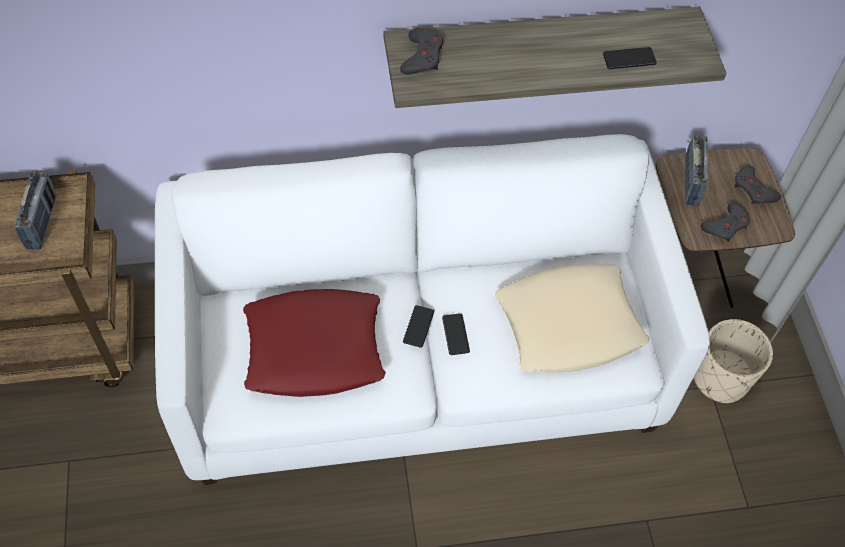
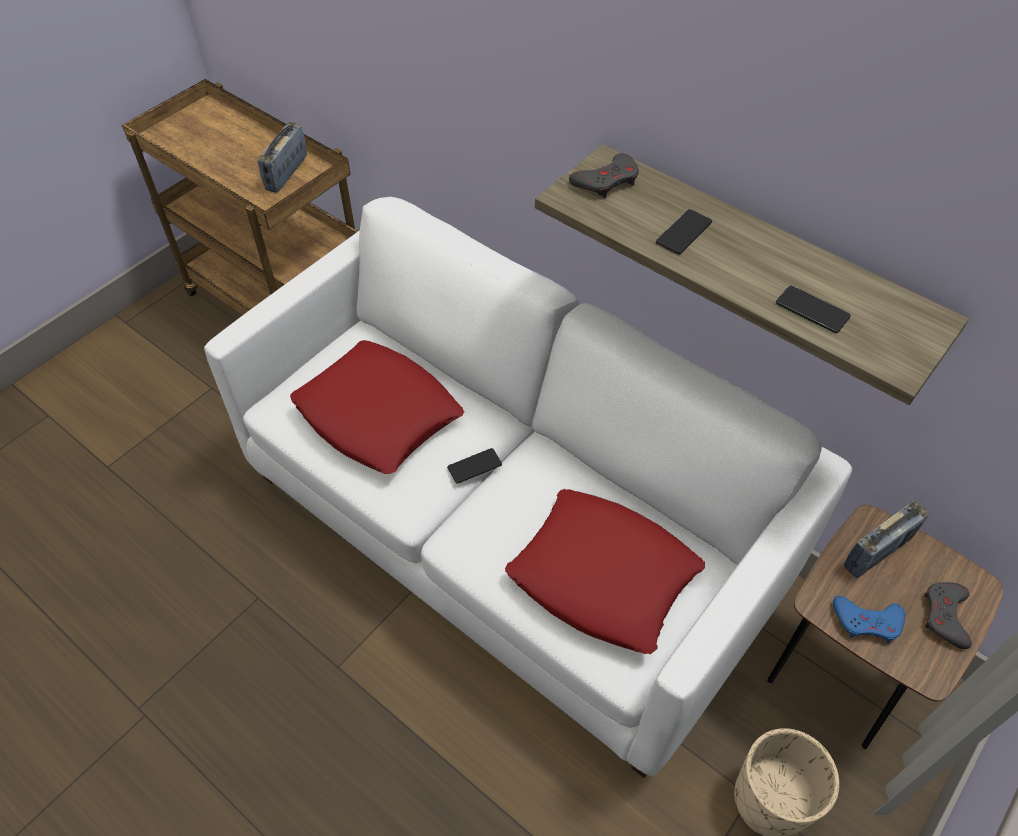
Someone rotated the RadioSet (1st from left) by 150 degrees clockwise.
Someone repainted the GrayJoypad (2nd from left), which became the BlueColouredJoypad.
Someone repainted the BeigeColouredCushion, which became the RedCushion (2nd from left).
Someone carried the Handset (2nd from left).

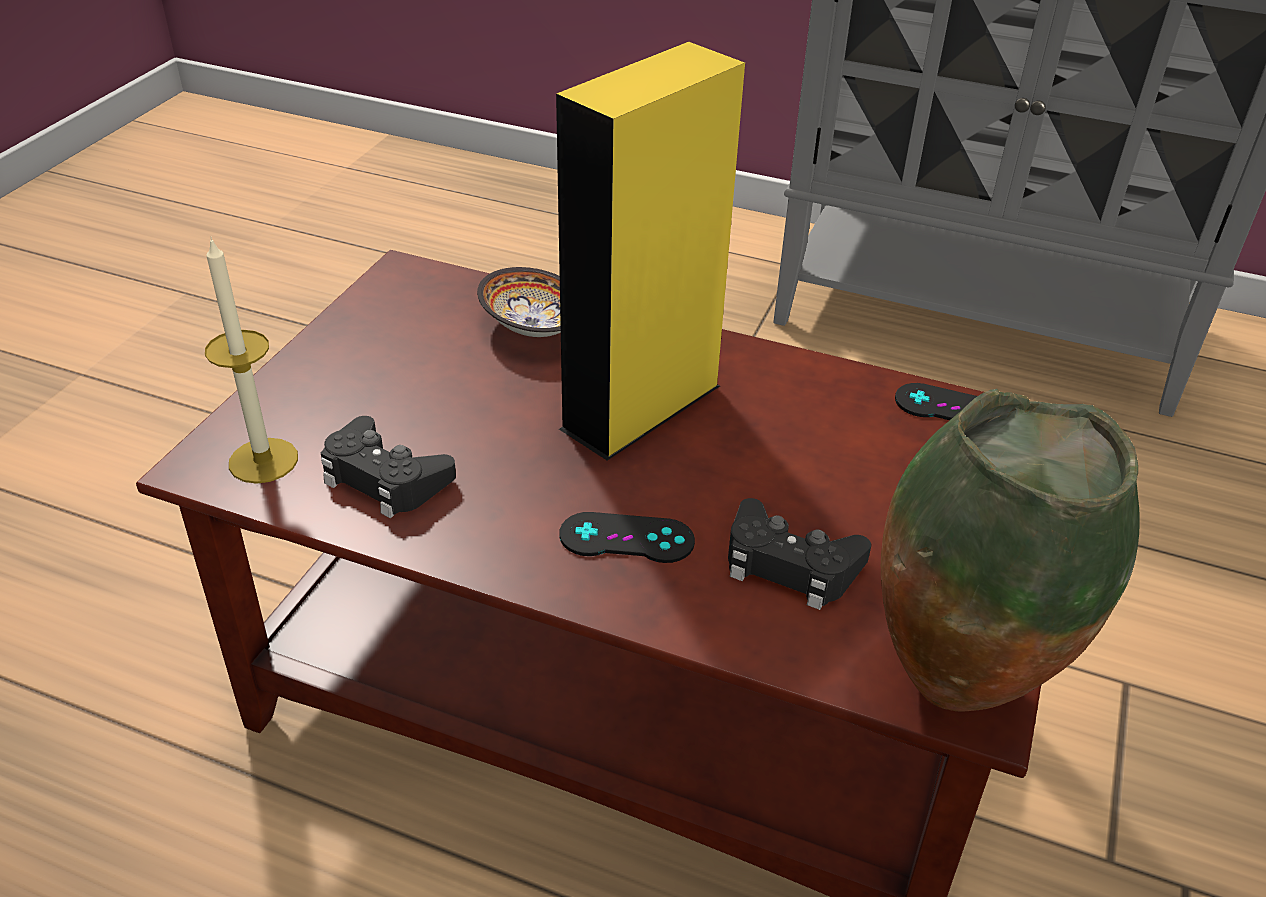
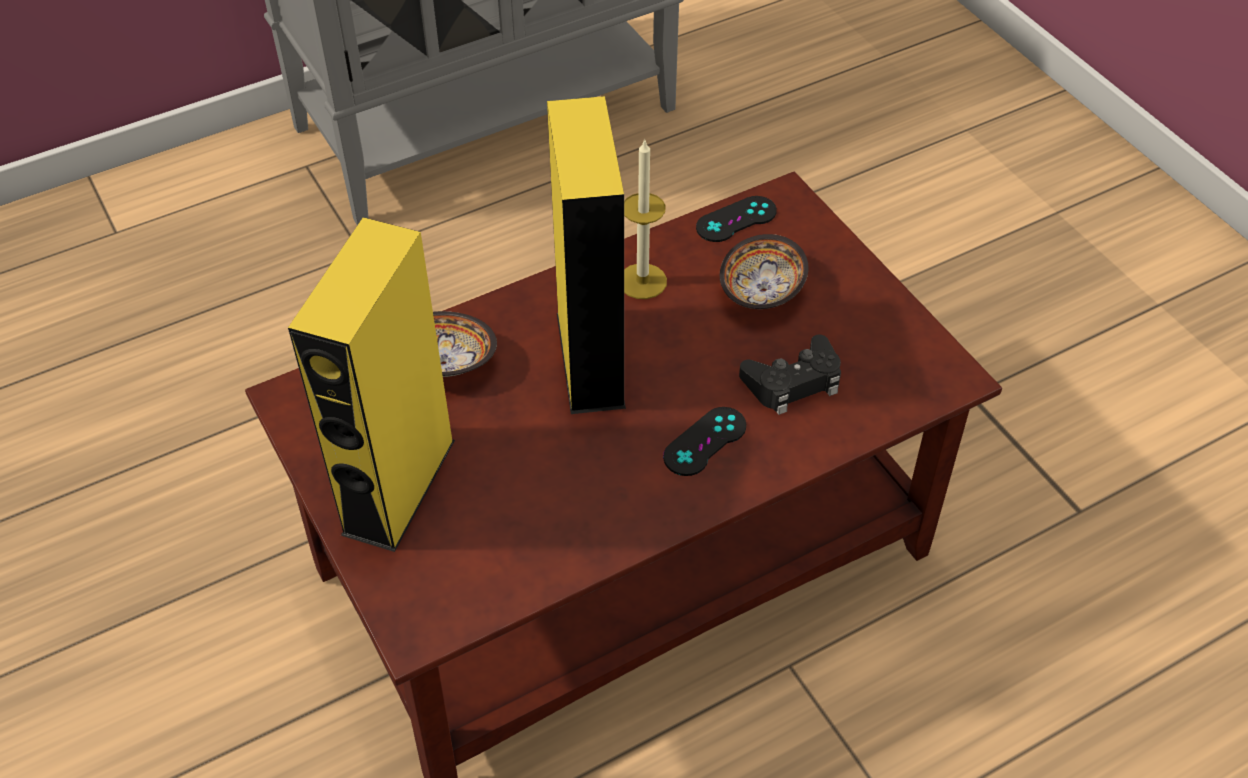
Someone carried the WaxLight.
Someone took away the DecorativeVase.
Someone took away the BlackColouredJoypad (1st from left).
Someone put down the YellowLoudspeaker (1st from left).
Someone put down the DeepDish (2nd from left).

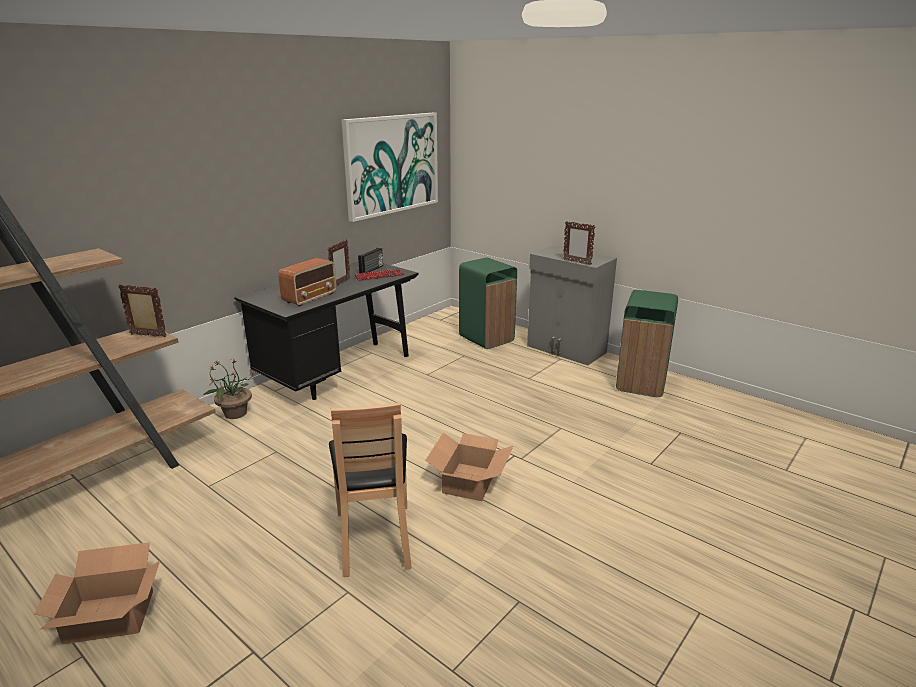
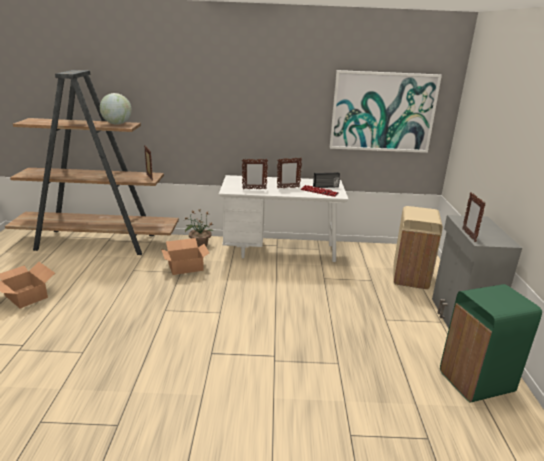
Someone swapped the RadioSet (1st from left) for the PhotoFrame (2nd from left).
Someone repainted the GreenishTrashCan (1st from left), which became the BeigeColouredTrashCan.
Someone repainted the BlackColouredDesk, which became the WhitishDesk.
Someone took away the BrownChair.
Someone carried the CardboardBox (2nd from left).
Someone put down the WorldGlobe.

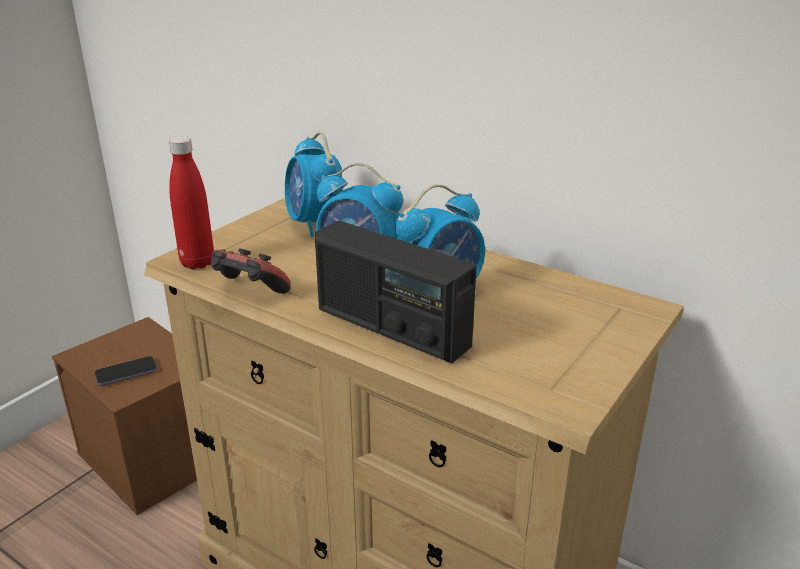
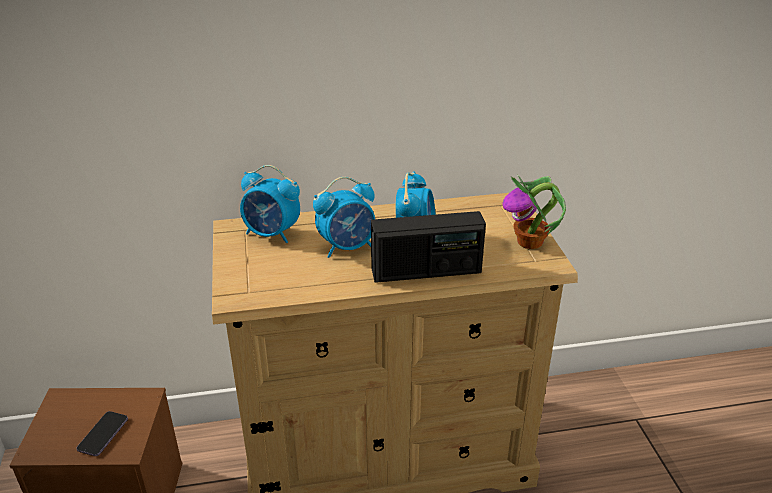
Someone took away the RedBottle.
Someone took away the Joypad.
Someone put down the PlantInAPot.

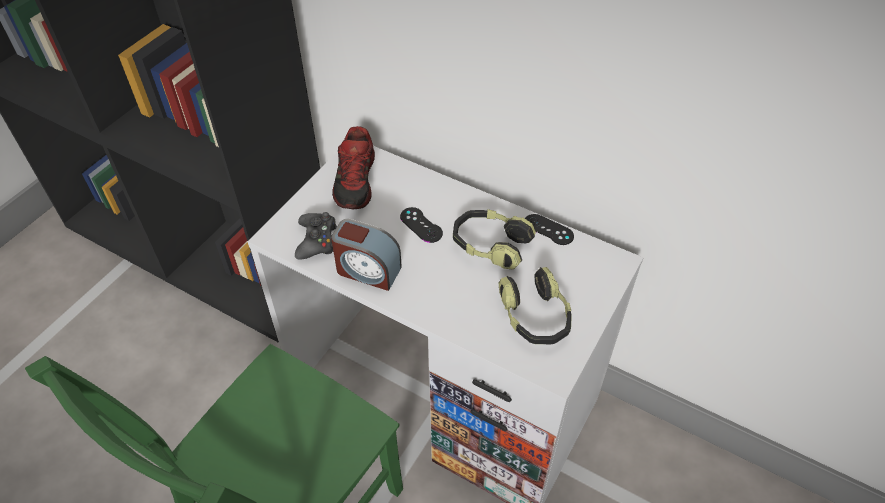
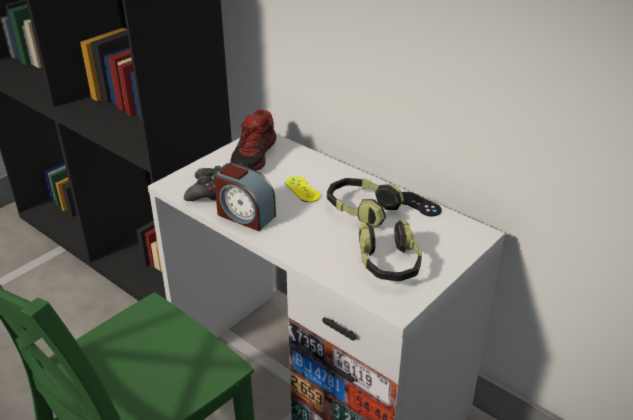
Someone repainted the BlackColouredJoypad (2nd from left), which became the YellowJoypad.

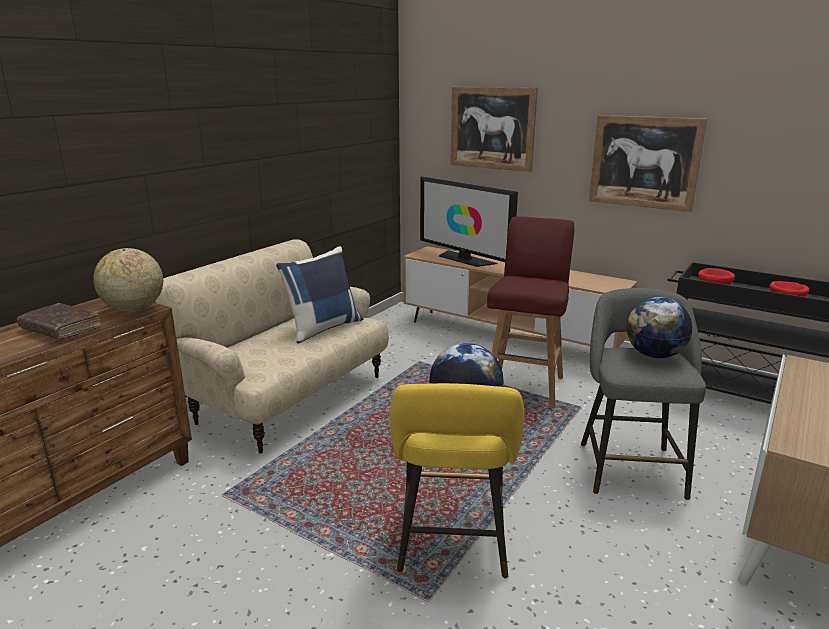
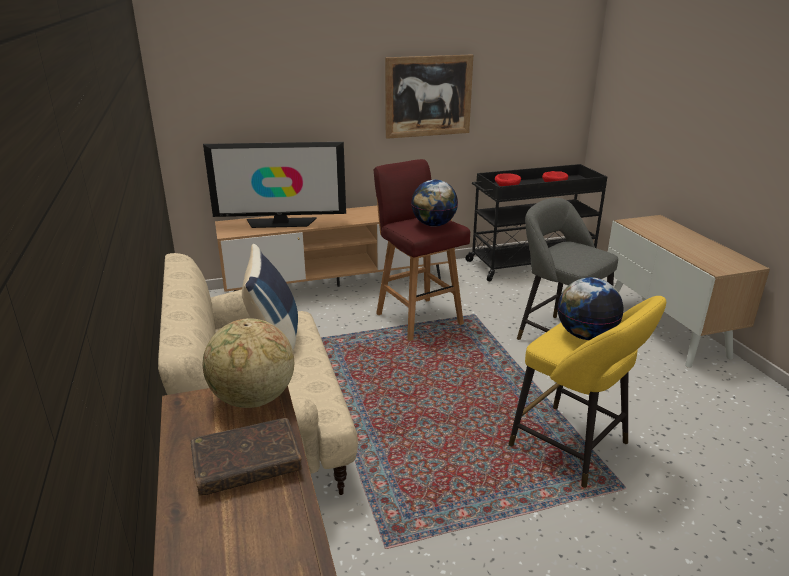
Someone took away the WallPicture (1st from left).
Someone carried the WorldGlobe (3rd from left in the first image).

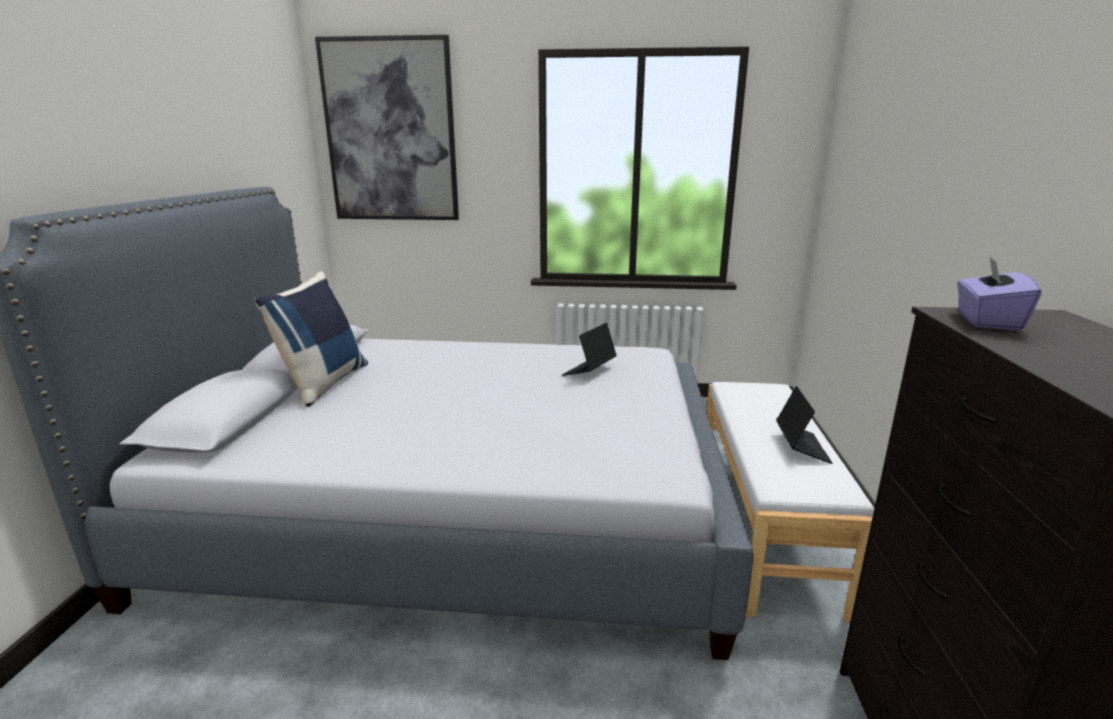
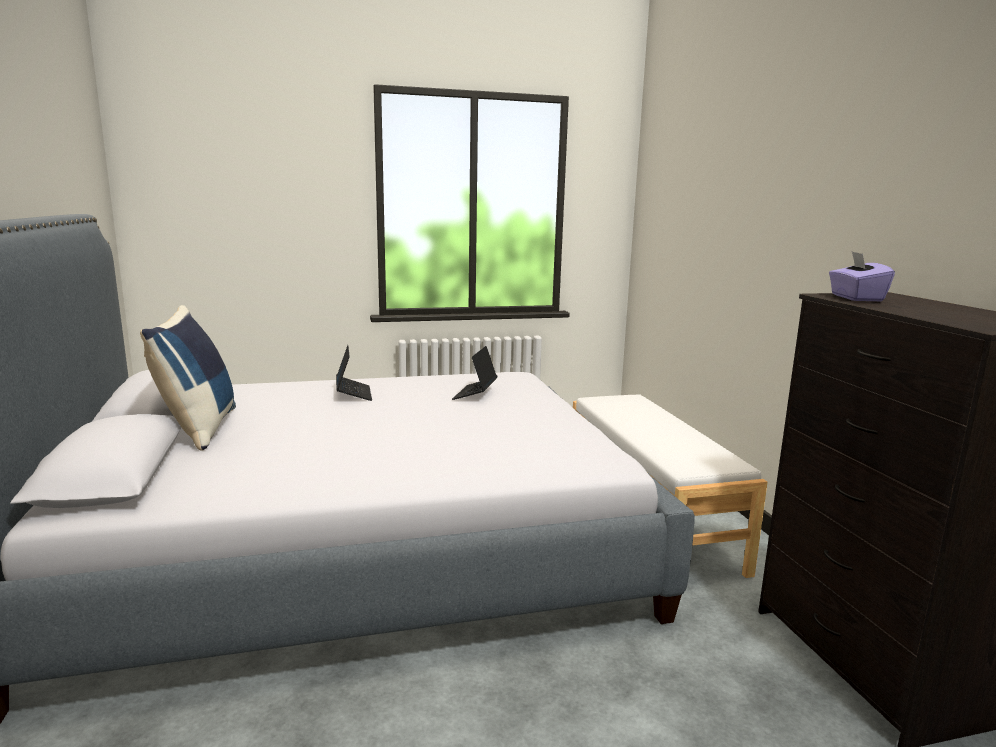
Someone took away the WallPicture.
Someone carried the PortableComputer (2nd from left in the first image).

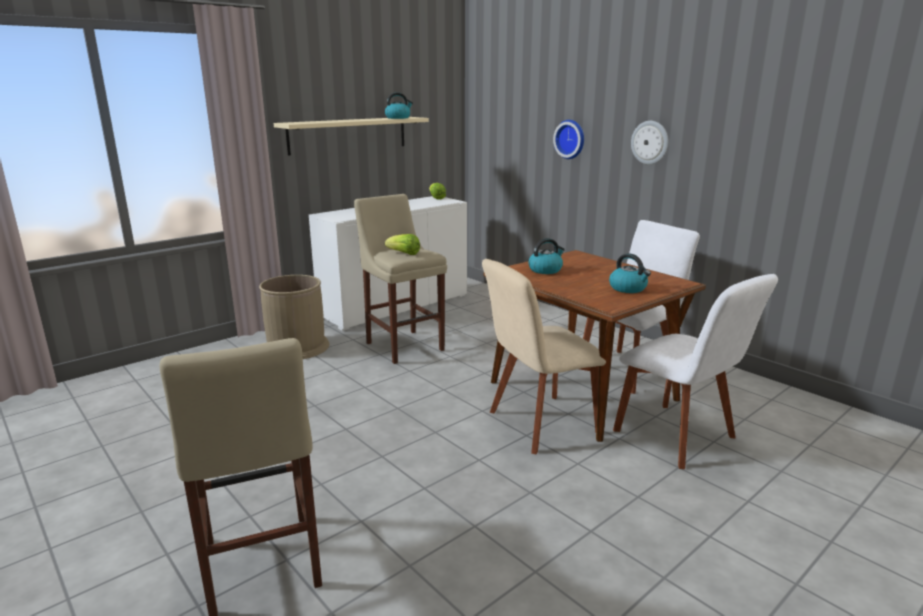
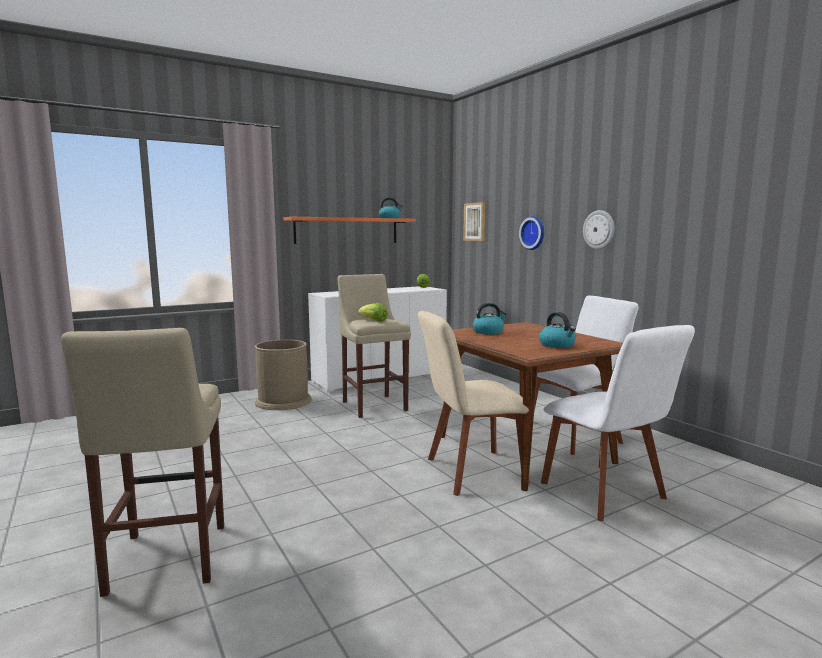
Someone repainted the BeigeColouredBracketShelf, which became the OrangeyBracketShelf.
Someone put up the WallPicture.

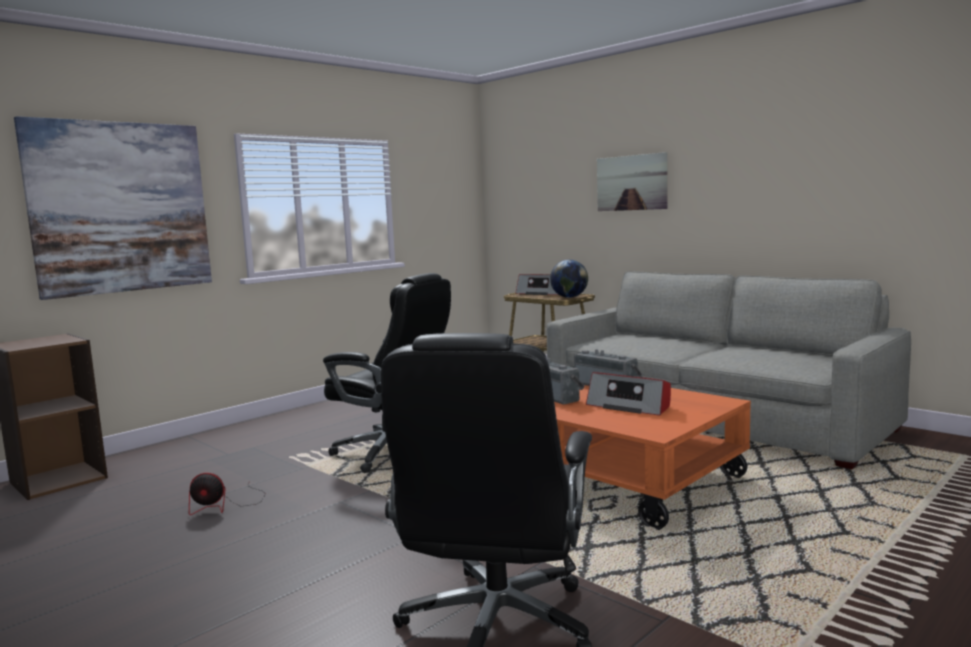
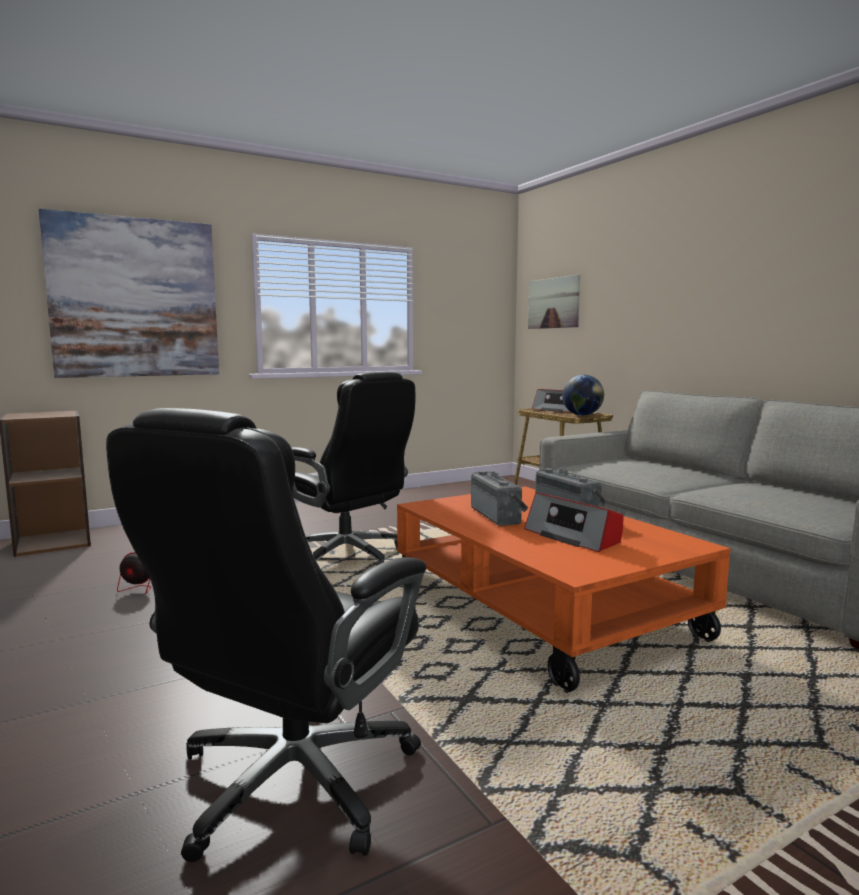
Someone carried the WallPicture (2nd from left).

